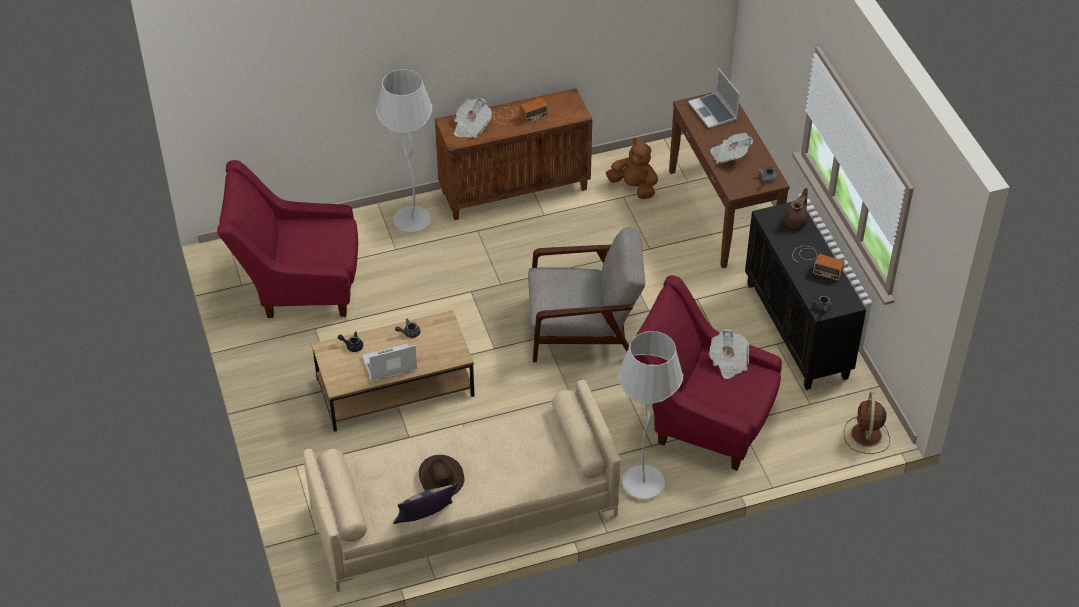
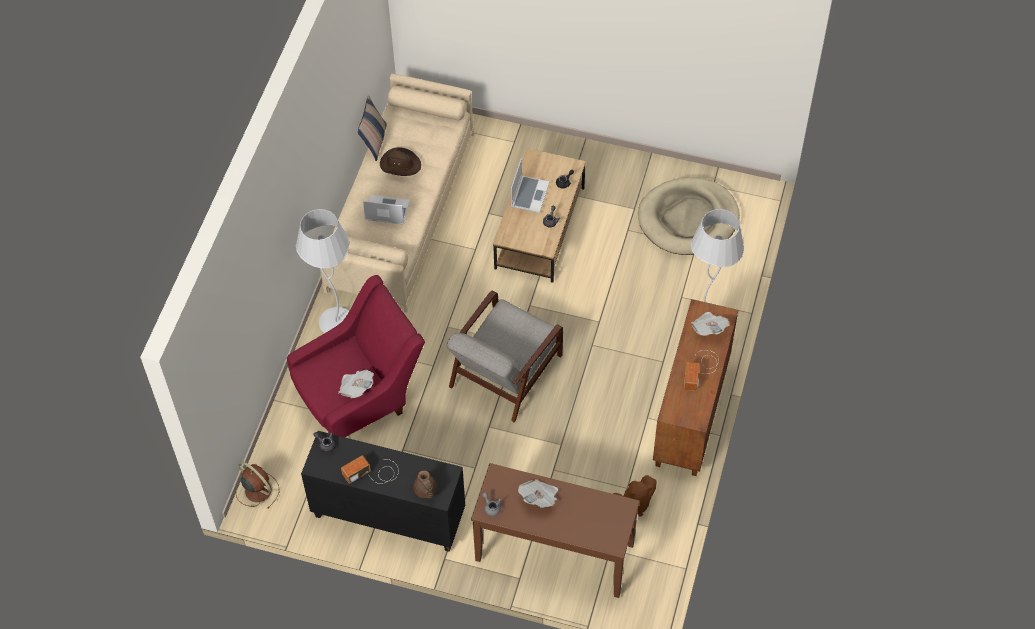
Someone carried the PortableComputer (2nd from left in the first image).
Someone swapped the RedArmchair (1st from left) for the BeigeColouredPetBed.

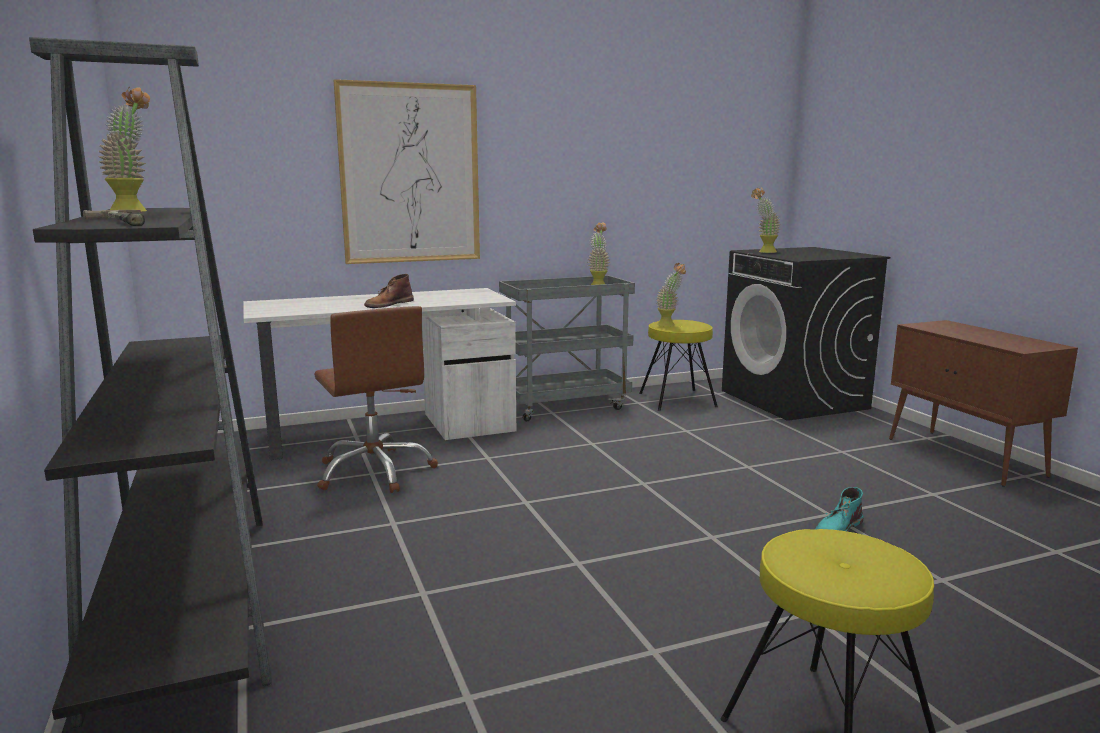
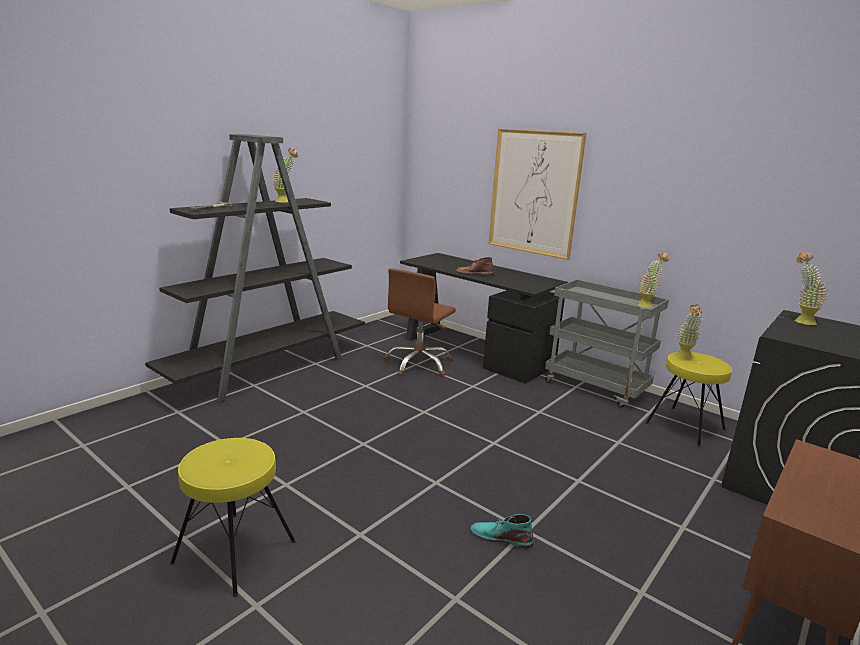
Someone repainted the WhitishDesk, which became the BlackColouredDesk.

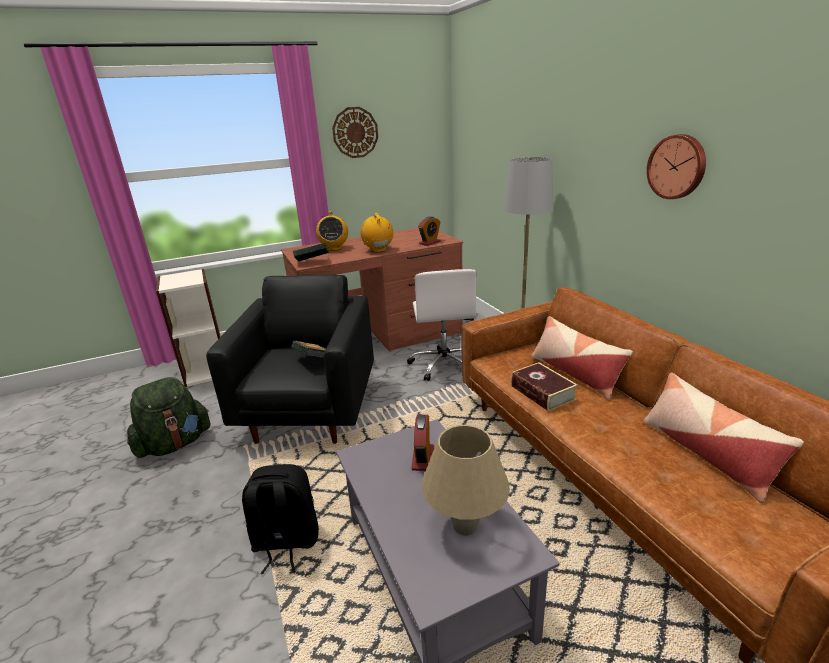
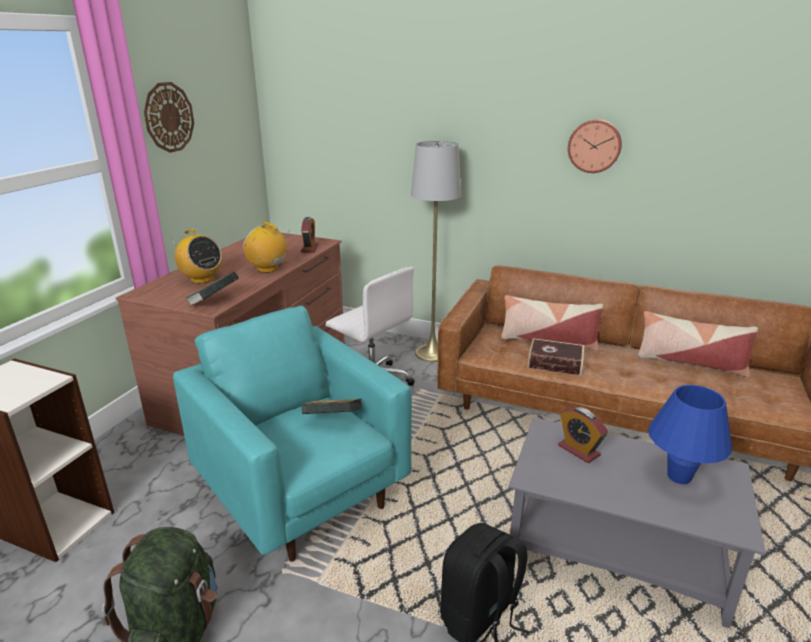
Someone repainted the BlackColouredArmchair, which became the TurquoiseArmchair.
Someone repainted the BeigeColouredLampForATable, which became the BlueColouredLampForATable.

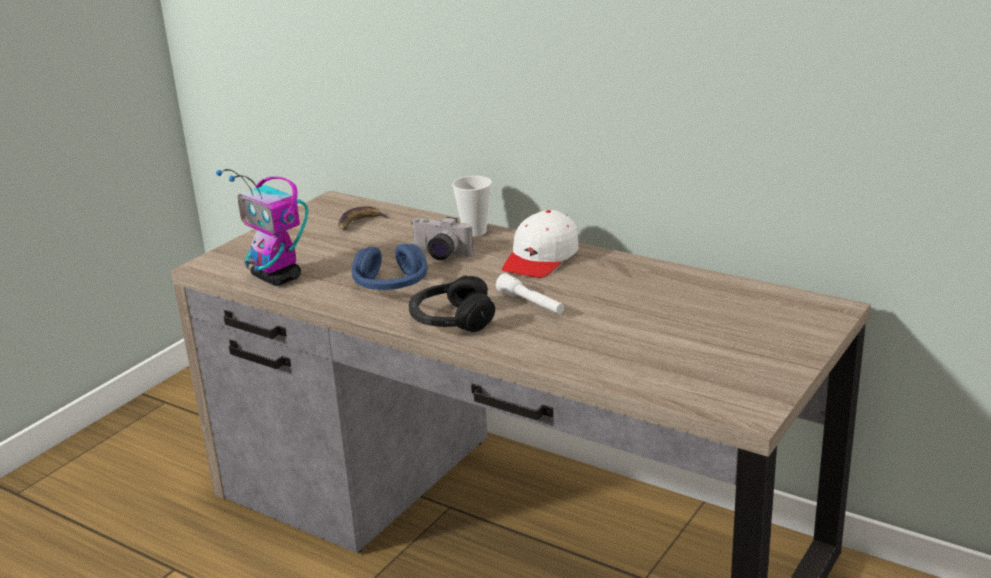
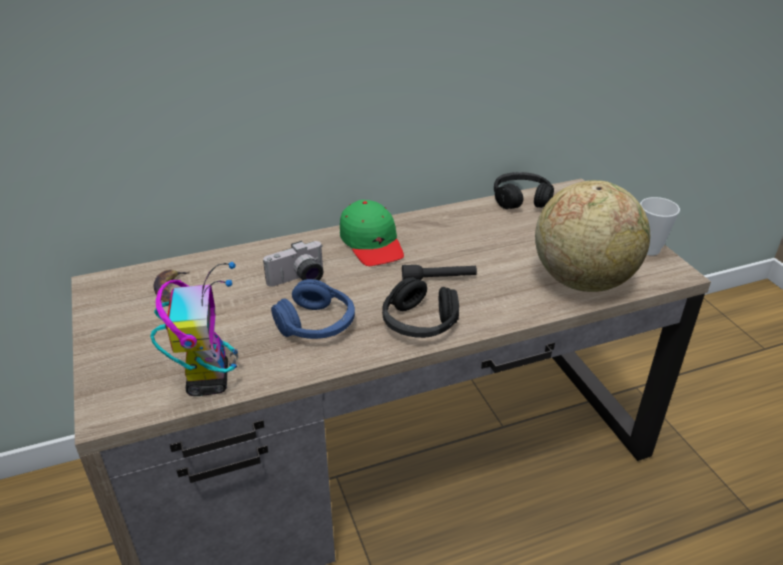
Someone rotated the ModelRobot by 90 degrees counterclockwise.
Someone carried the SmallCup.
Someone repainted the WhitishPeakedCap, which became the GreenishPeakedCap.
Someone repainted the WhitishTorch, which became the BlackColouredTorch.
Someone put down the BlackColouredHeadphones (2nd from left).
Someone put down the WorldGlobe.

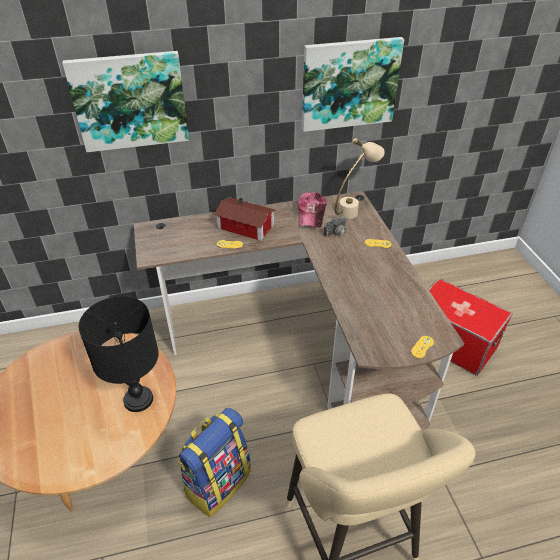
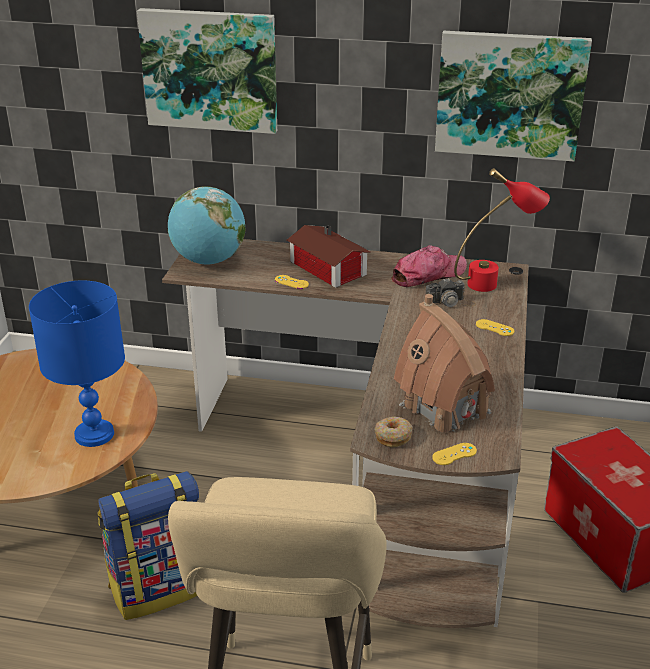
Someone repainted the BeigeColouredLampForATable, which became the RedLampForATable.
Someone rotated the PeakedCap by 150 degrees counterclockwise.
Someone repainted the BlackColouredLampForATable, which became the BlueColouredLampForATable.
Someone put down the WorldGlobe.
Someone put down the MiniatureHouse (2nd from left).
Someone put down the Doughnut.

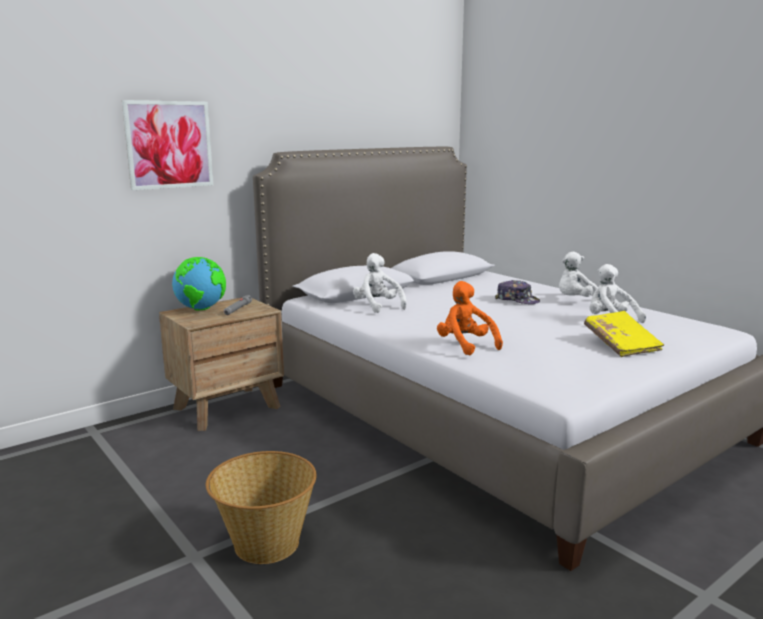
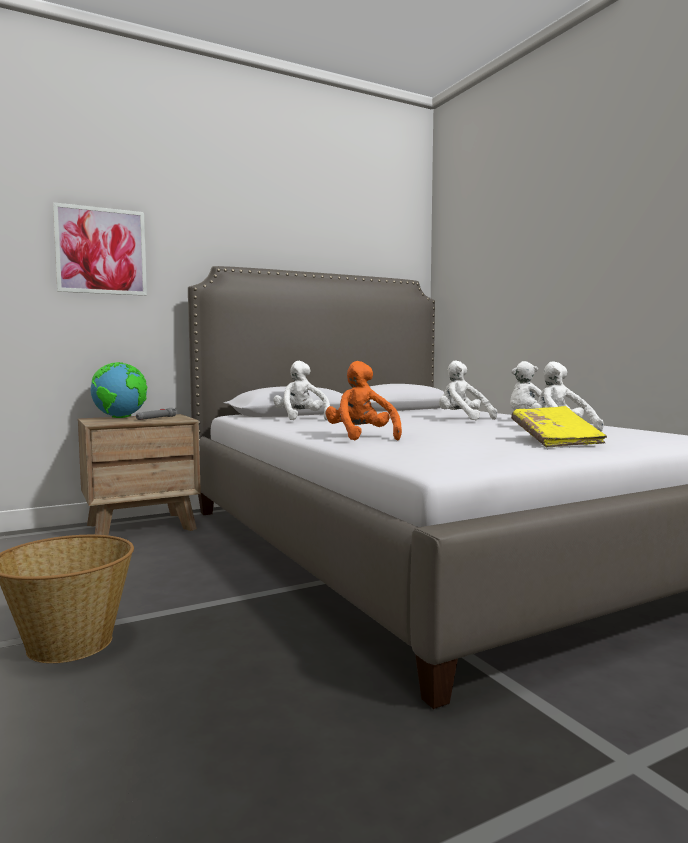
Someone swapped the PeakedCap for the WhitishPlushToy (2nd from left).

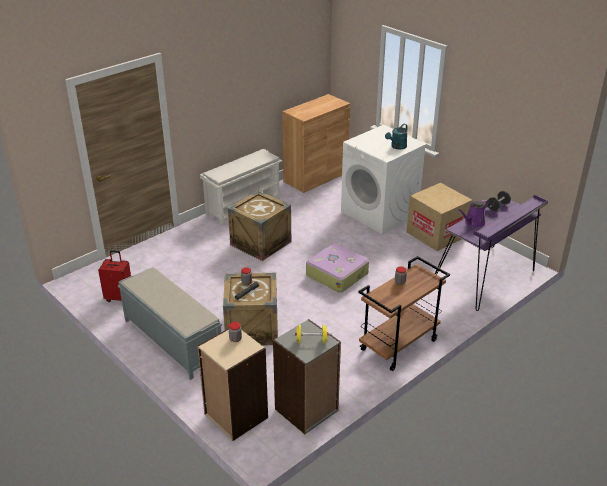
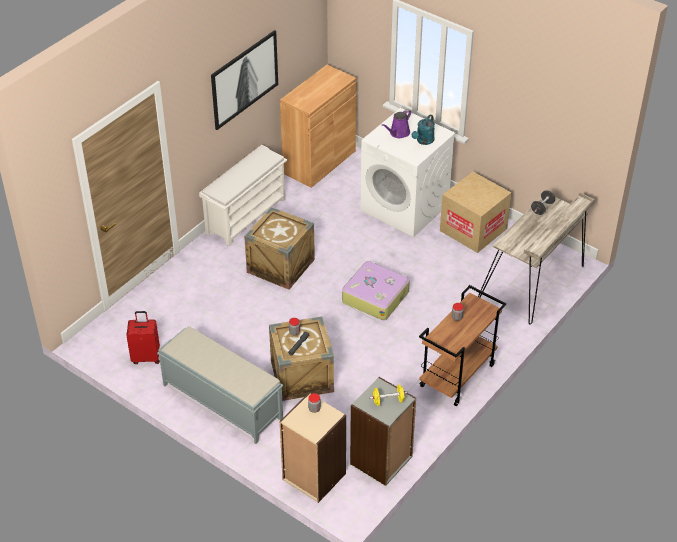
Someone repainted the PurpleColouredDesk, which became the BeigeColouredDesk.
Someone carried the PurpleColouredWateringPot.
Someone put up the WallPicture.

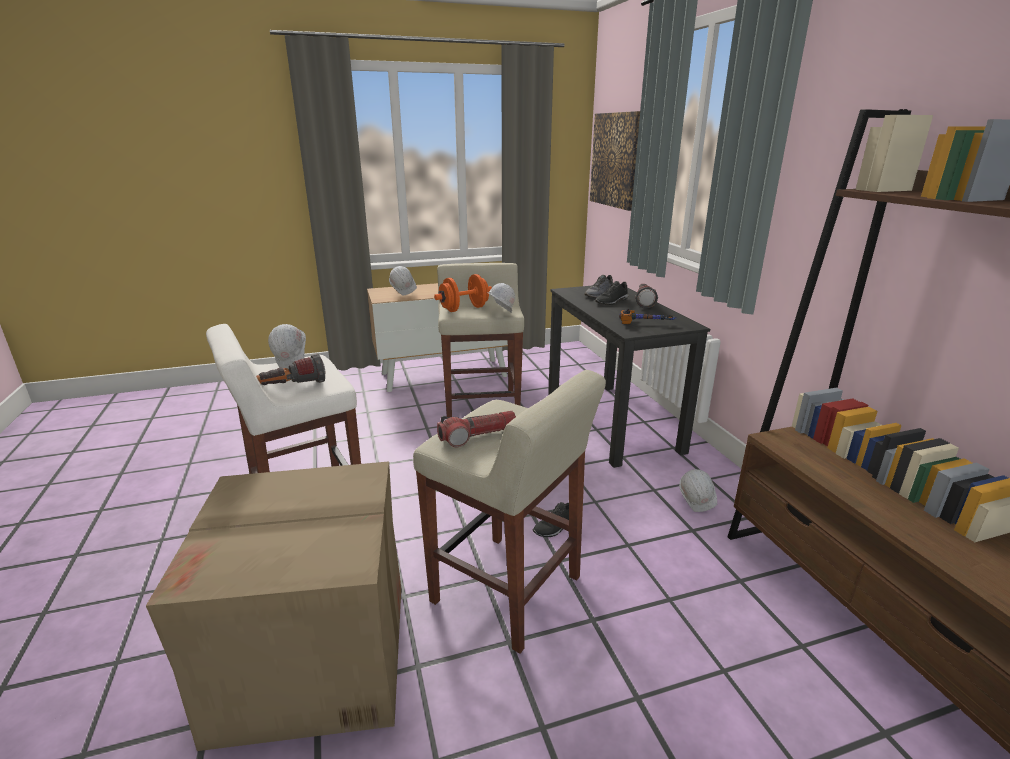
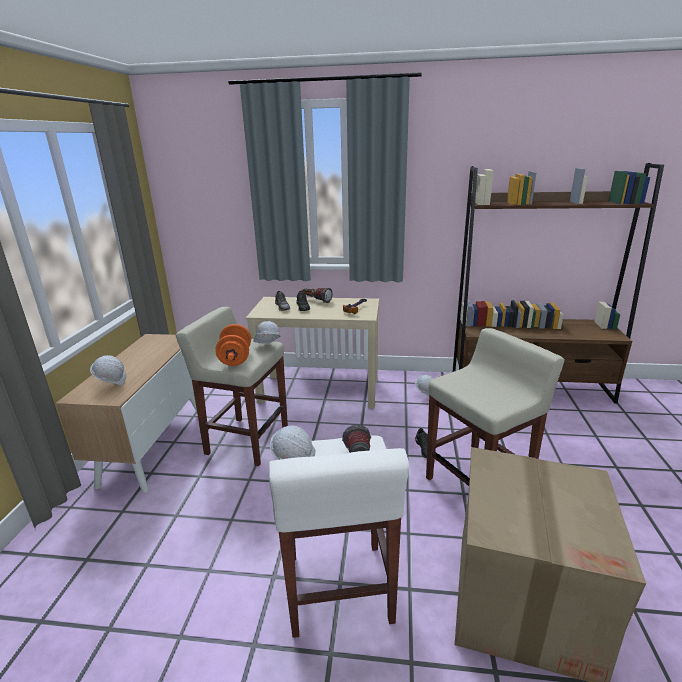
Someone took away the WallPicture.
Someone repainted the BlackColouredDesk, which became the BeigeColouredDesk.
Someone took away the Torch (2nd from left).

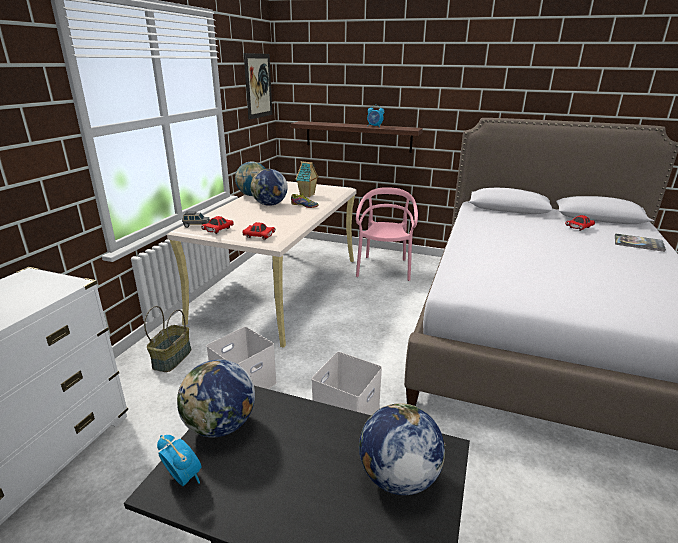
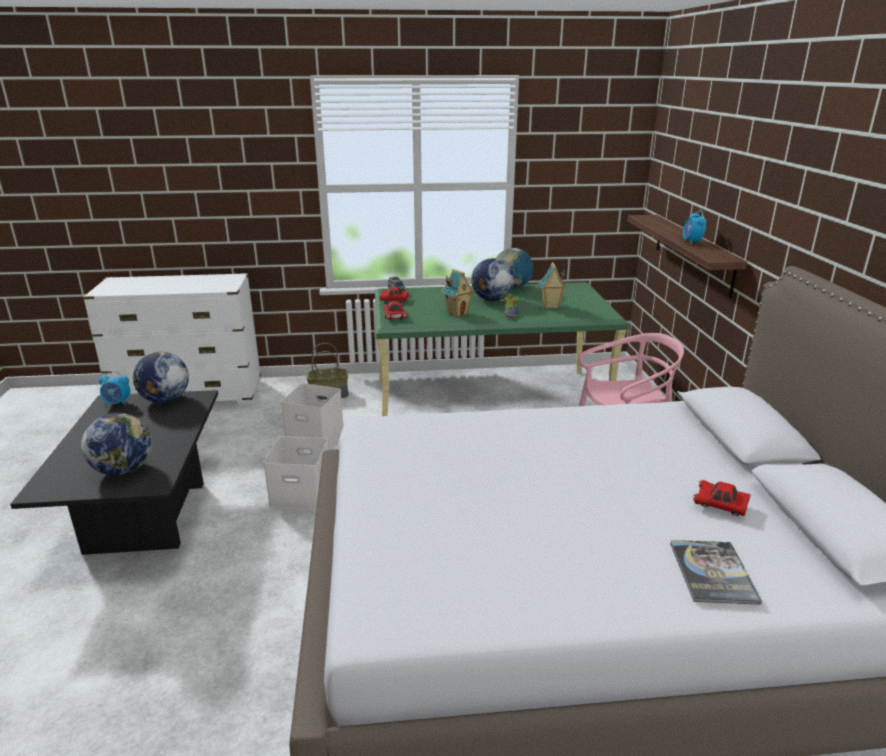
Someone took away the WallPicture.
Someone repainted the BeigeColouredDesk, which became the GreenishDesk.
Someone rotated the TableClock (1st from left) by 75 degrees clockwise.
Someone put down the MiniatureHouse (1st from left).

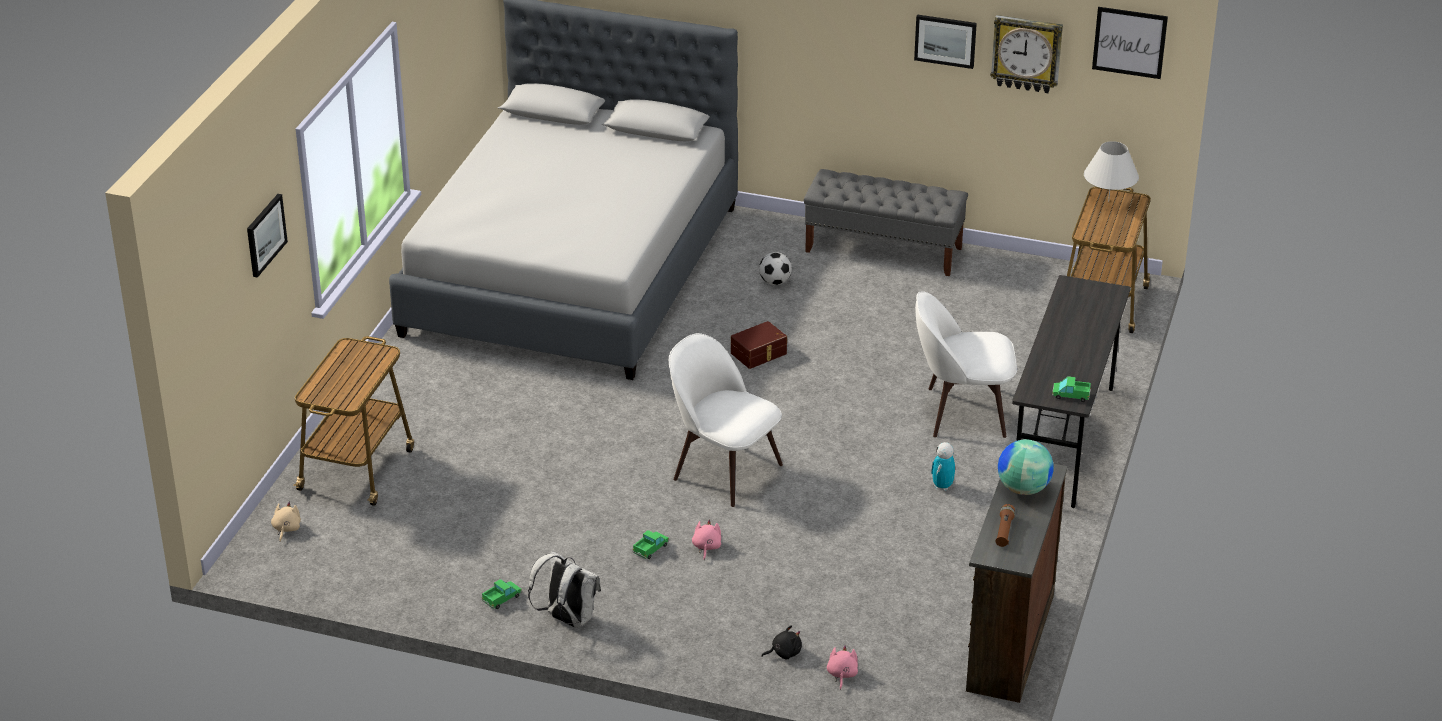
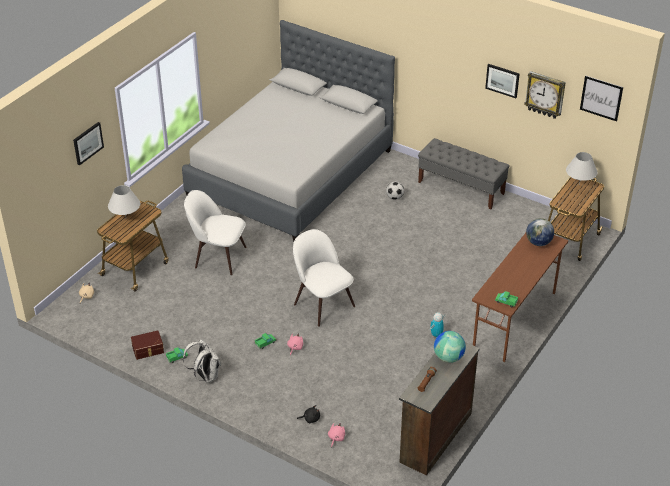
Someone repainted the GrayDesk, which became the BrownDesk.
Someone carried the WhitishChair (2nd from left in the first image).
Someone carried the BrownStorageBox.
Someone put down the WhitishLampForATable (1st from left).
Someone put down the WorldGlobe (2nd from left).

